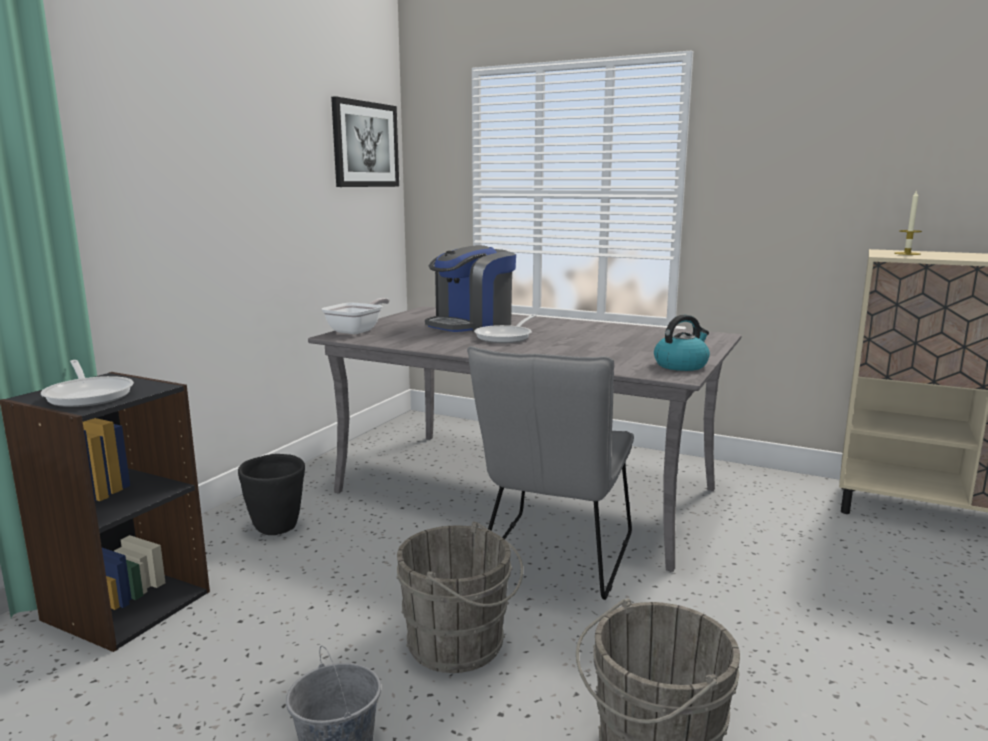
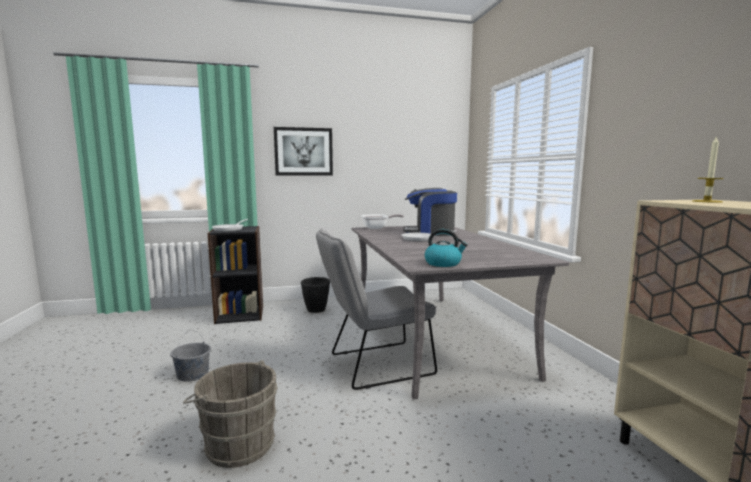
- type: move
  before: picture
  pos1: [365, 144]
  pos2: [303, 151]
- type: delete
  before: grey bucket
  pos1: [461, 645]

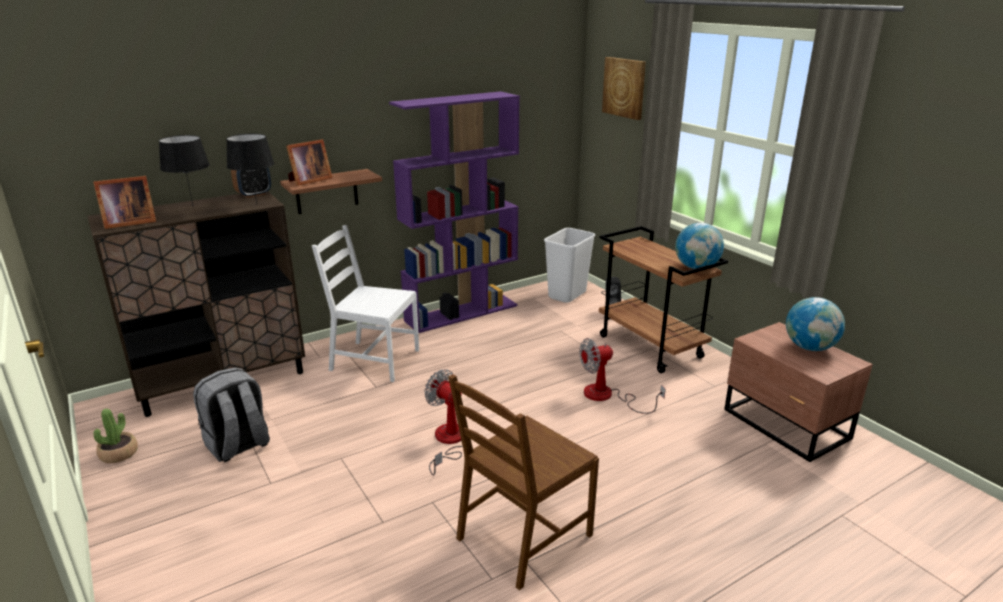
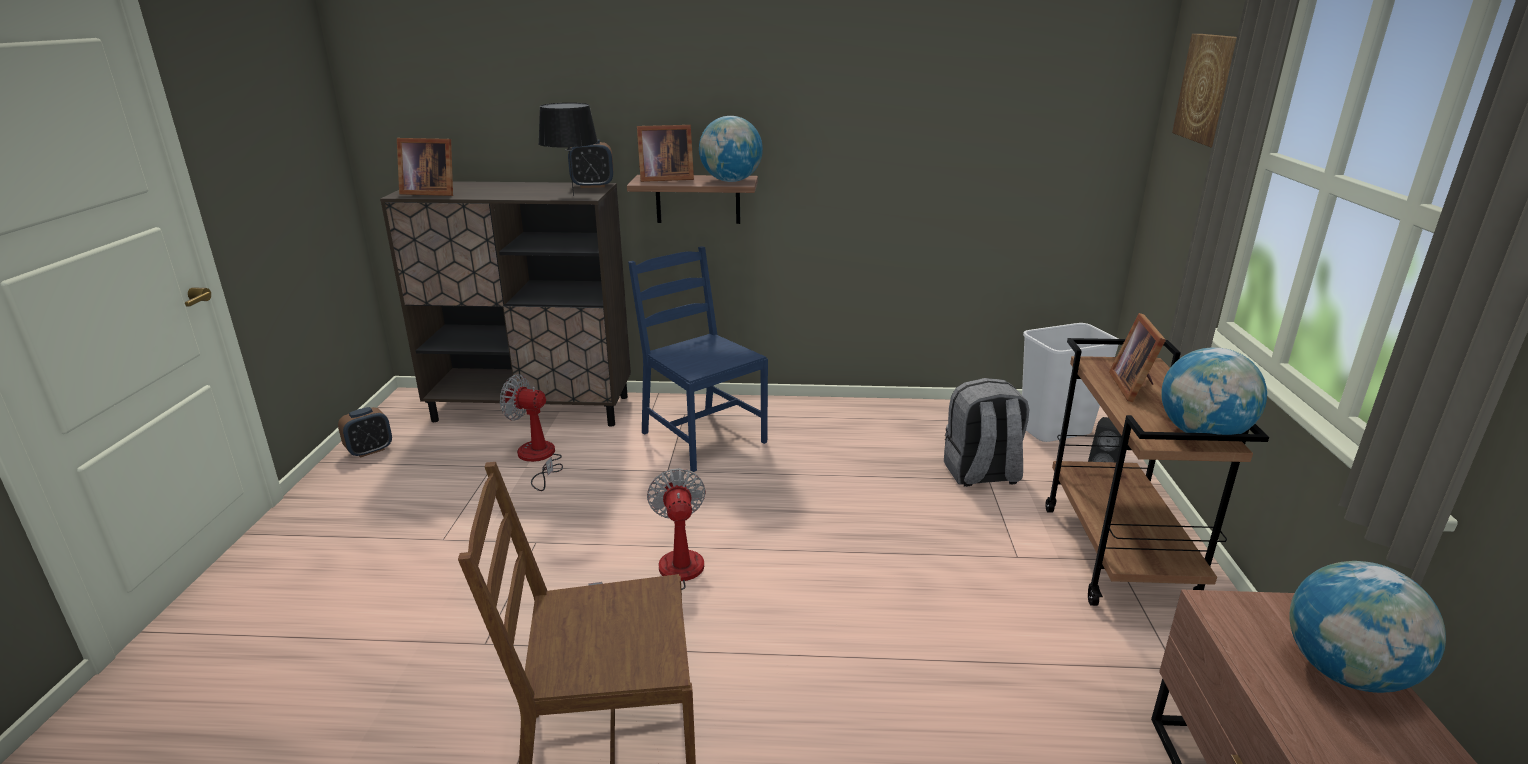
- type: replace
  before: potted plant
  after: alarm clock
  pos1: [119, 454]
  pos2: [370, 450]
- type: delete
  before: black table lamp
  pos1: [193, 206]
- type: move
  before: grey backpack
  pos1: [238, 445]
  pos2: [981, 474]
- type: recolor
  before: white chair
  after: blue chair
  pos1: [373, 360]
  pos2: [701, 437]
- type: delete
  before: purple bookcase
  pos1: [462, 312]
- type: move
  before: fan
  pos1: [607, 396]
  pos2: [538, 459]
- type: insert
  after: globe
  pos2: [731, 181]
- type: insert
  after: picture frame
  pos2: [1134, 386]

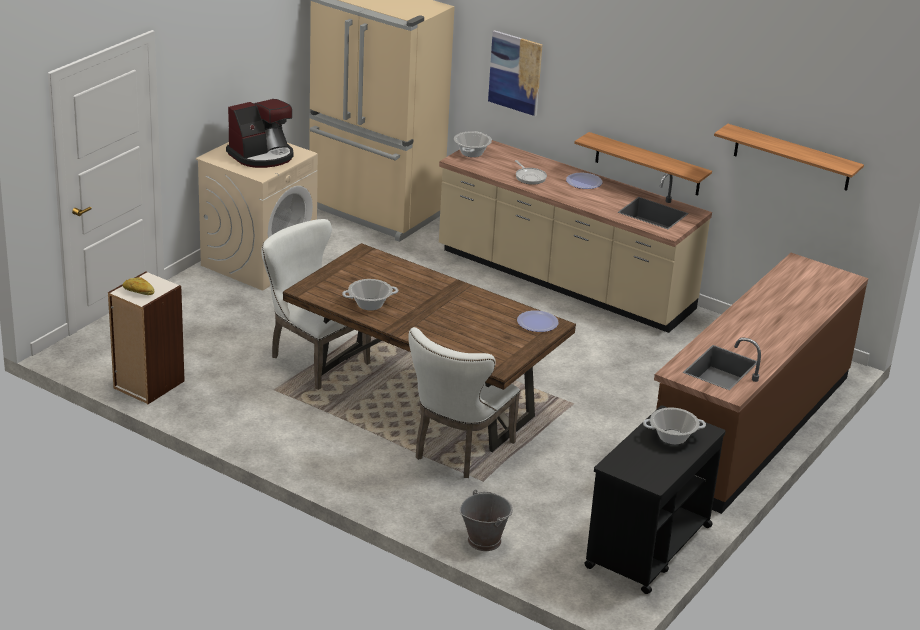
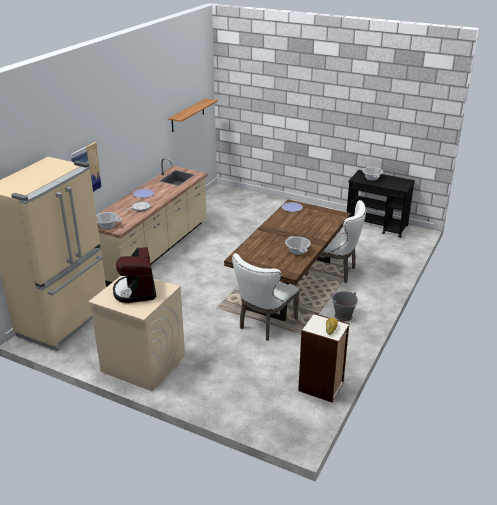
- type: rotate
  before: coffee machine
  pos1: [262, 156]
  pos2: [135, 291]
  turn: -150
- type: move
  before: grey bucket
  pos1: [484, 540]
  pos2: [343, 316]
- type: delete
  before: shelf
  pos1: [647, 164]
- type: delete
  before: brown counter
  pos1: [750, 427]

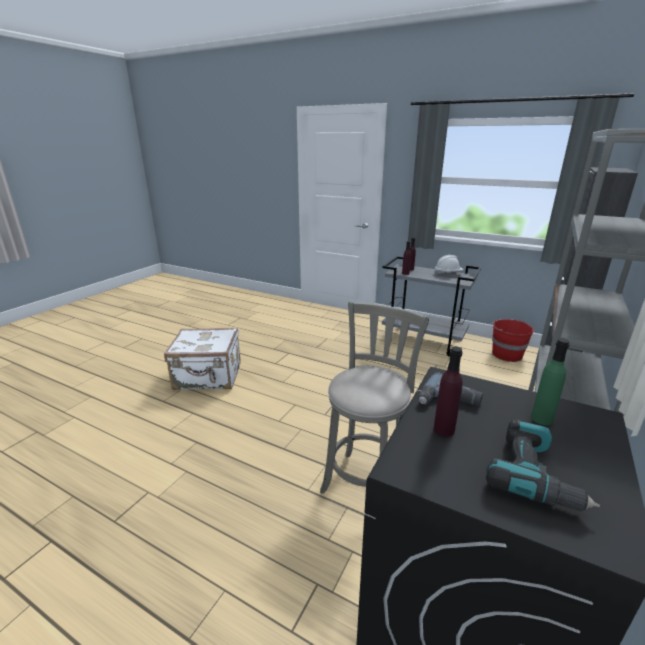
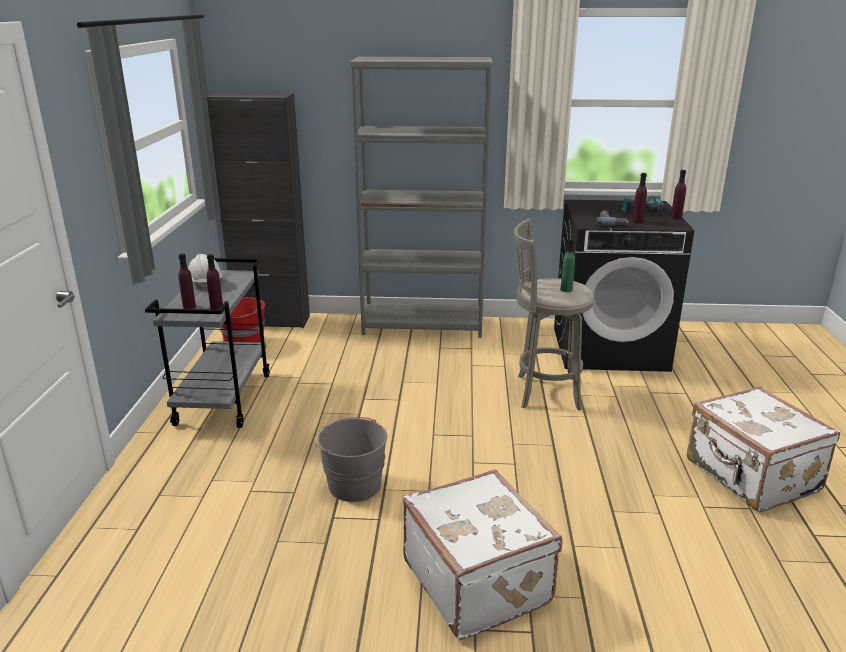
- type: move
  before: green bottle
  pos1: [541, 419]
  pos2: [566, 290]
- type: insert
  after: grey bucket
  pos2: [353, 485]
- type: insert
  after: purple bottle
  pos2: [676, 218]
- type: insert
  after: white suitcase
  pos2: [750, 476]

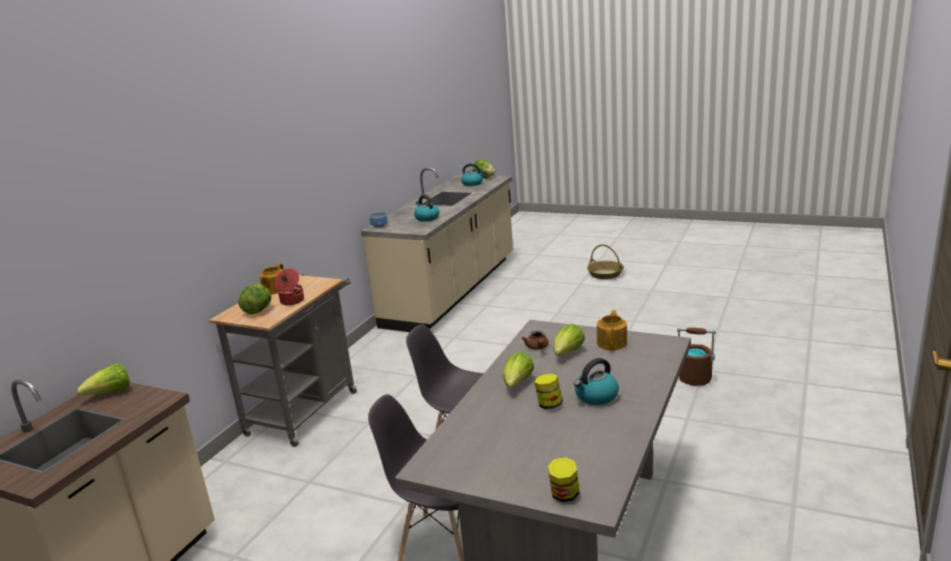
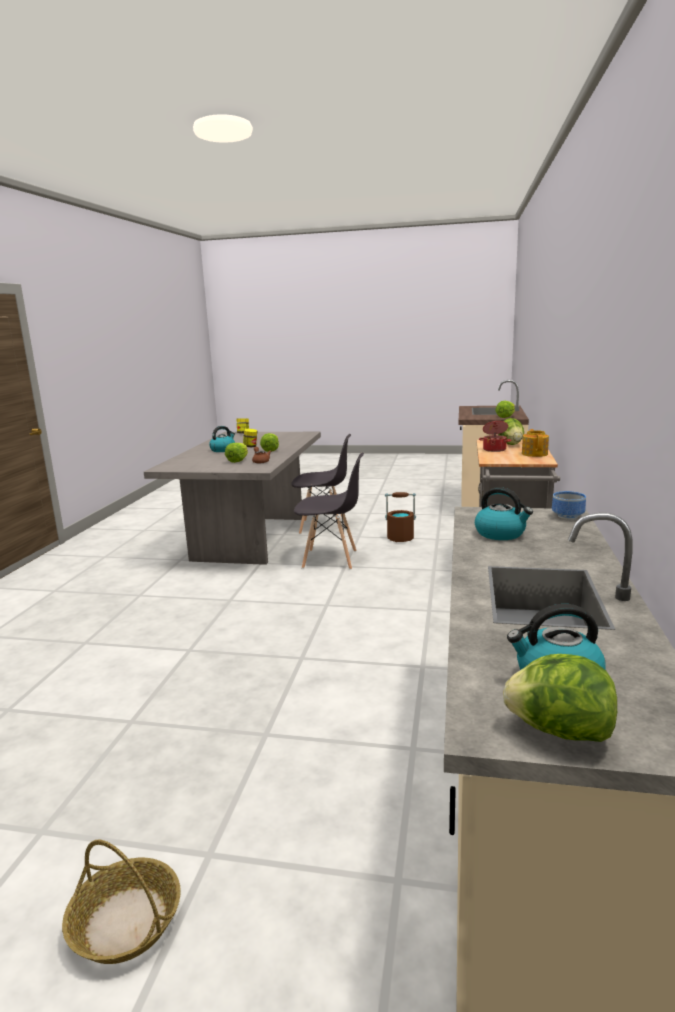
- type: delete
  before: teapot
  pos1: [612, 343]
- type: move
  before: brown bucket
  pos1: [694, 379]
  pos2: [400, 538]

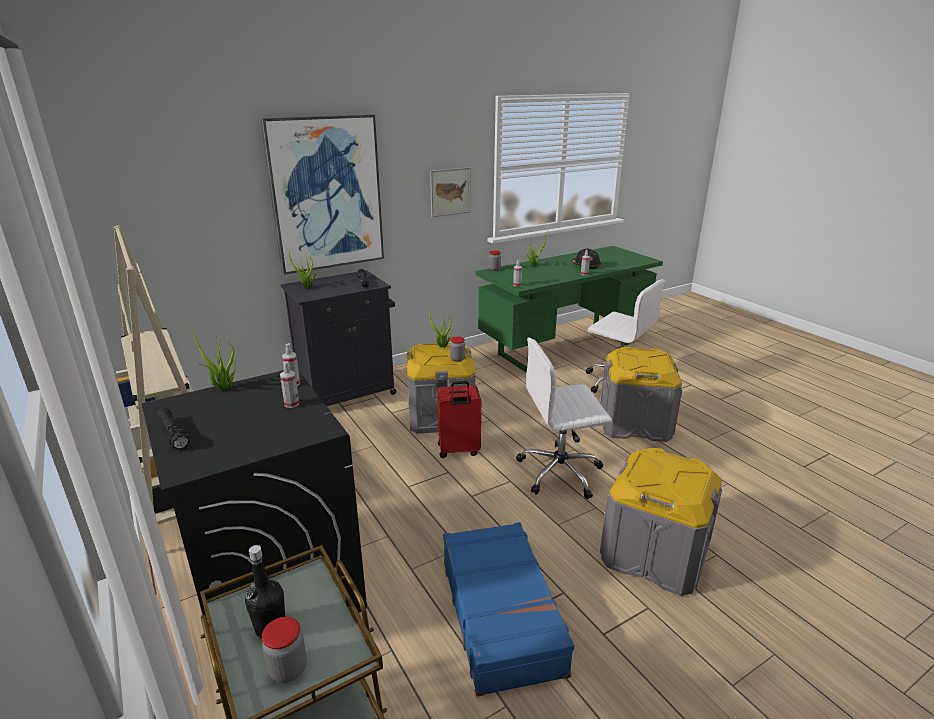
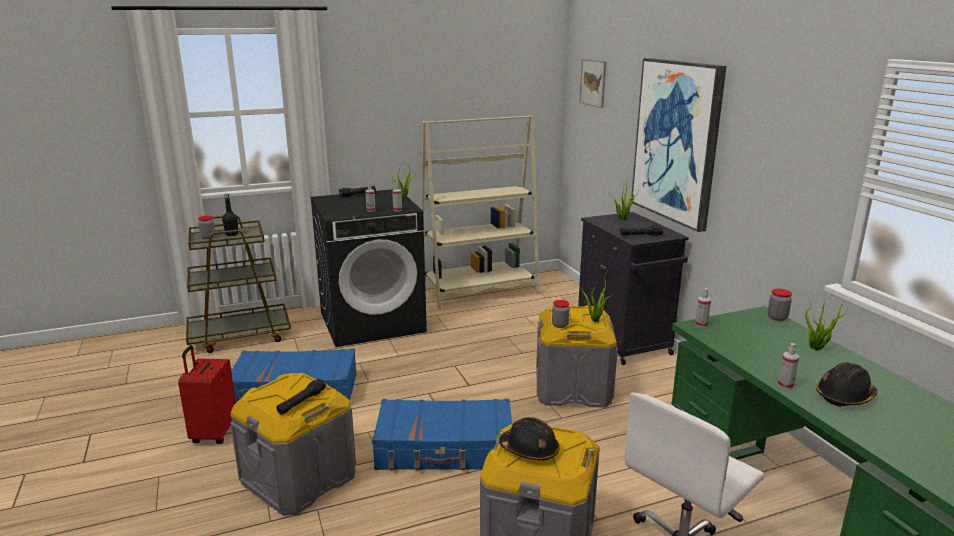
- type: move
  before: picture
  pos1: [450, 192]
  pos2: [593, 82]
- type: move
  before: red suitcase
  pos1: [458, 450]
  pos2: [213, 433]
- type: replace
  before: white office chair
  after: blue suitcase
  pos1: [561, 472]
  pos2: [445, 449]
- type: insert
  after: black flashlight
  pos2: [301, 402]
- type: insert
  after: black hard hat
  pos2: [529, 450]

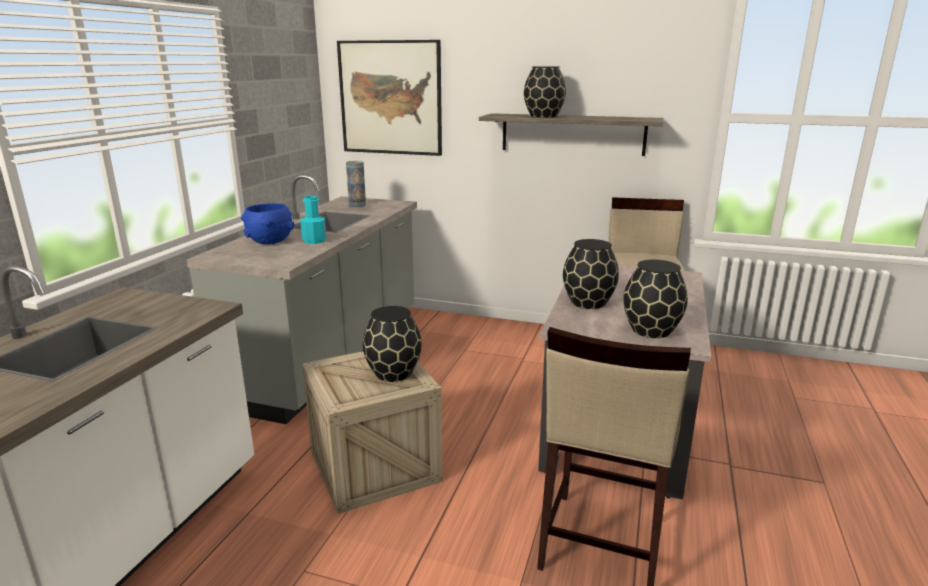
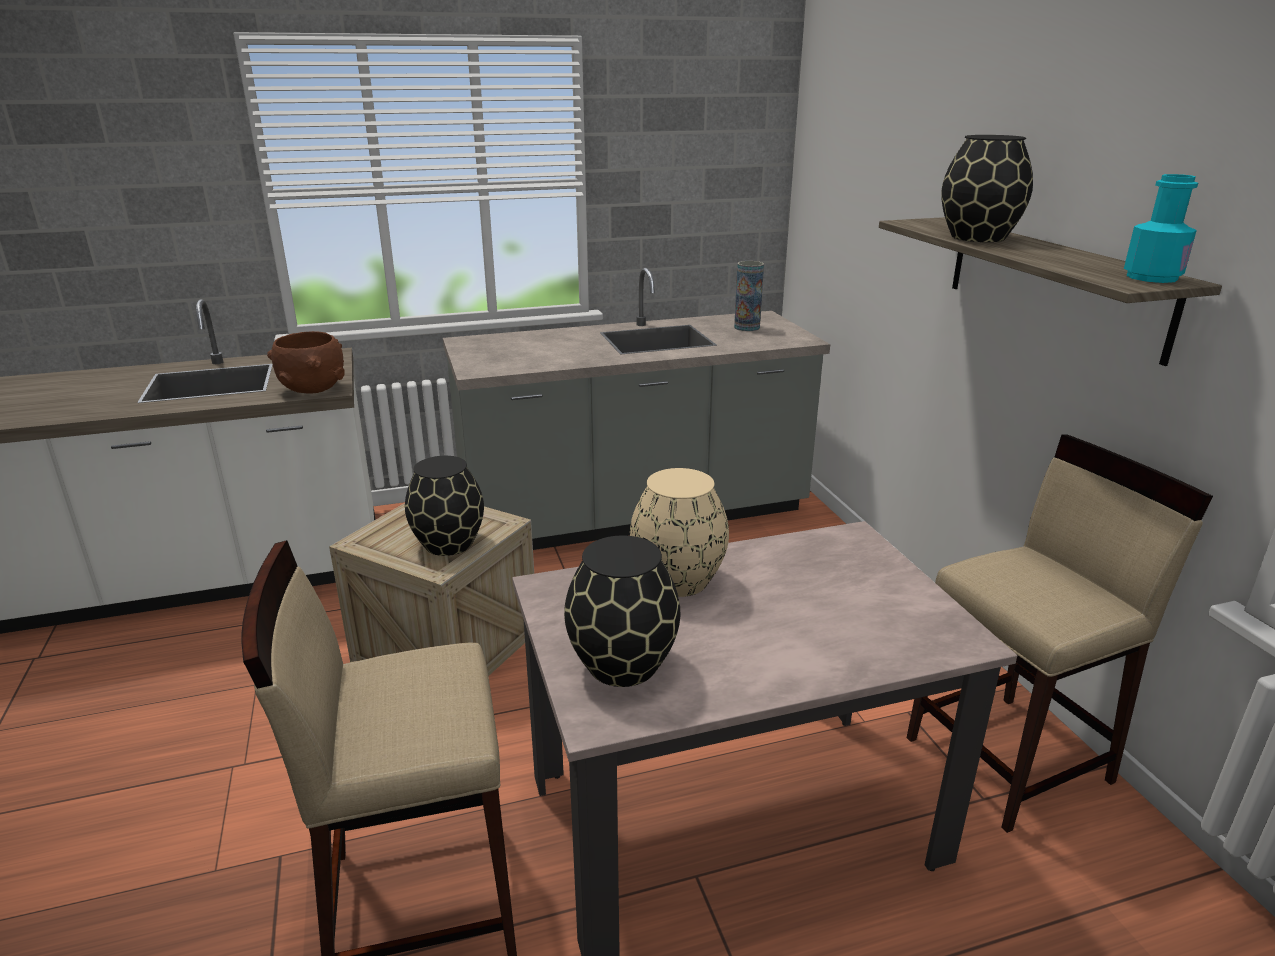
- type: delete
  before: blue bowl
  pos1: [270, 242]
- type: move
  before: turquoise bottle
  pos1: [314, 241]
  pos2: [1152, 277]
- type: delete
  before: picture
  pos1: [390, 98]
- type: recolor
  before: black vase
  after: beige vase
  pos1: [587, 302]
  pos2: [677, 579]
- type: insert
  after: brown bowl
  pos2: [312, 389]

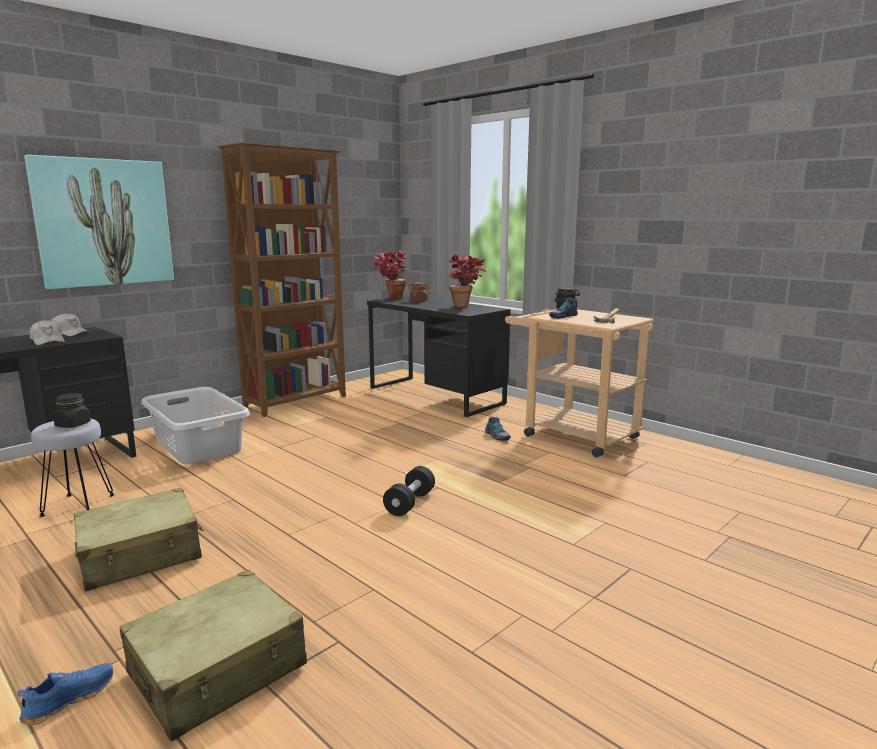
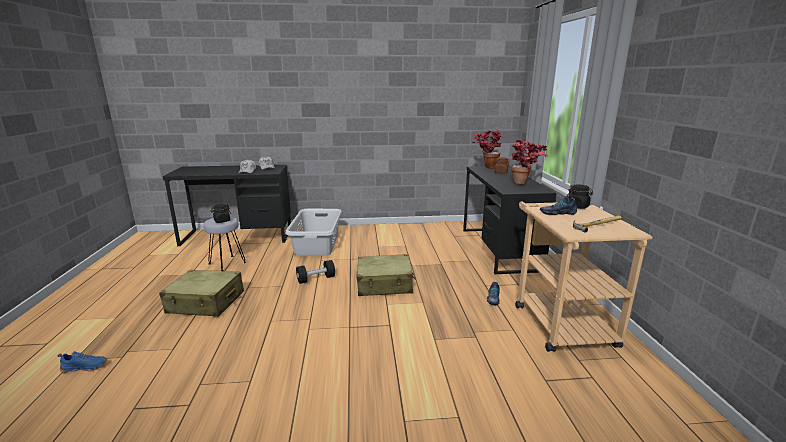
- type: delete
  before: picture
  pos1: [103, 222]
- type: move
  before: beige suitcase
  pos1: [218, 670]
  pos2: [385, 284]
- type: delete
  before: brown bookcase
  pos1: [297, 402]
- type: move
  before: black dumbbell
  pos1: [410, 503]
  pos2: [316, 279]

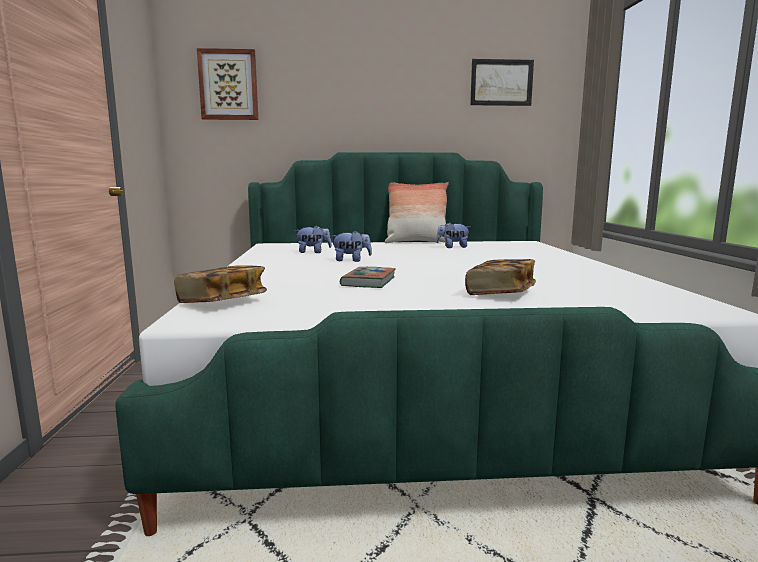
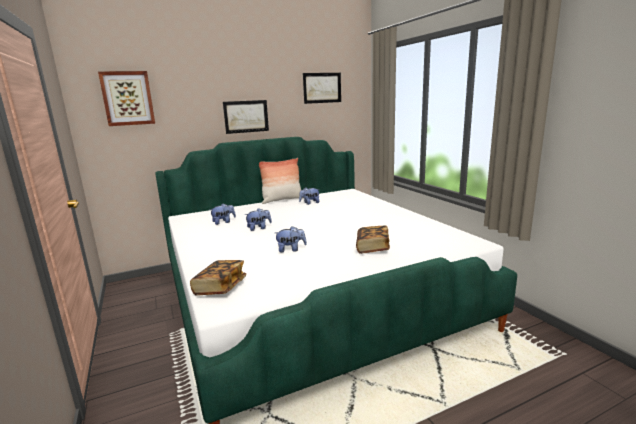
- type: replace
  before: book
  after: plush toy
  pos1: [369, 282]
  pos2: [291, 249]
- type: insert
  after: picture
  pos2: [246, 116]

